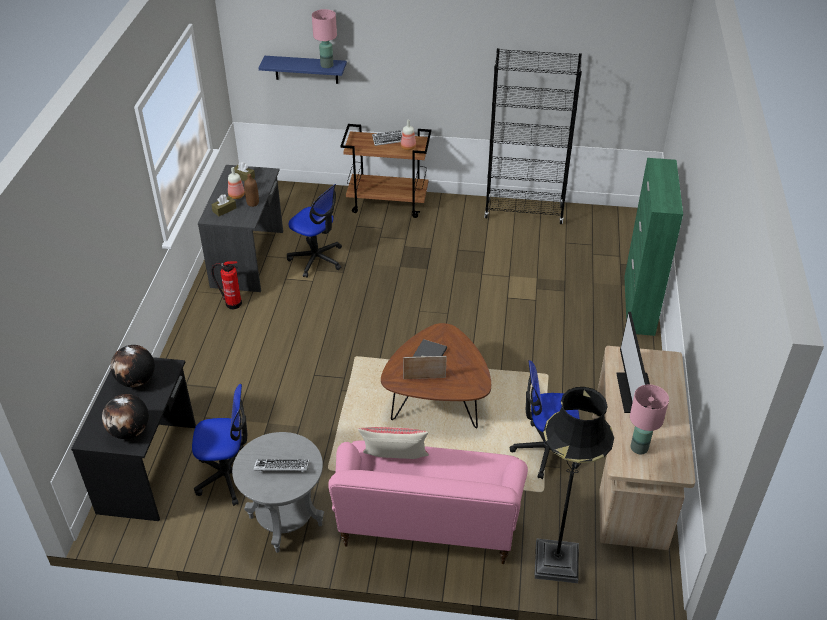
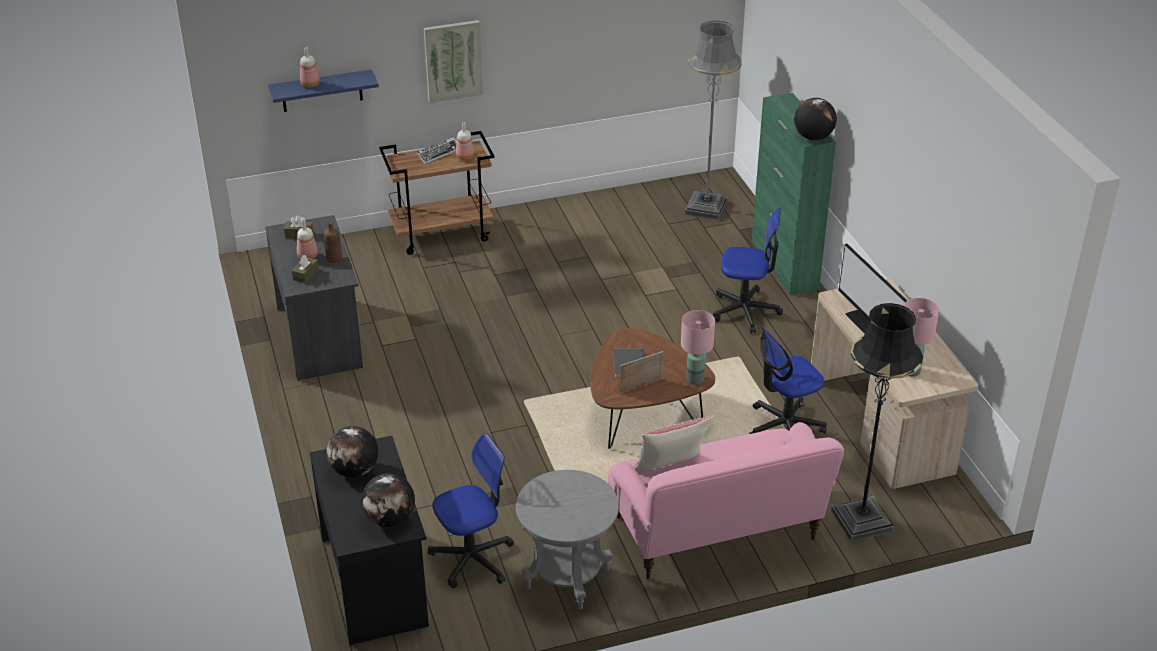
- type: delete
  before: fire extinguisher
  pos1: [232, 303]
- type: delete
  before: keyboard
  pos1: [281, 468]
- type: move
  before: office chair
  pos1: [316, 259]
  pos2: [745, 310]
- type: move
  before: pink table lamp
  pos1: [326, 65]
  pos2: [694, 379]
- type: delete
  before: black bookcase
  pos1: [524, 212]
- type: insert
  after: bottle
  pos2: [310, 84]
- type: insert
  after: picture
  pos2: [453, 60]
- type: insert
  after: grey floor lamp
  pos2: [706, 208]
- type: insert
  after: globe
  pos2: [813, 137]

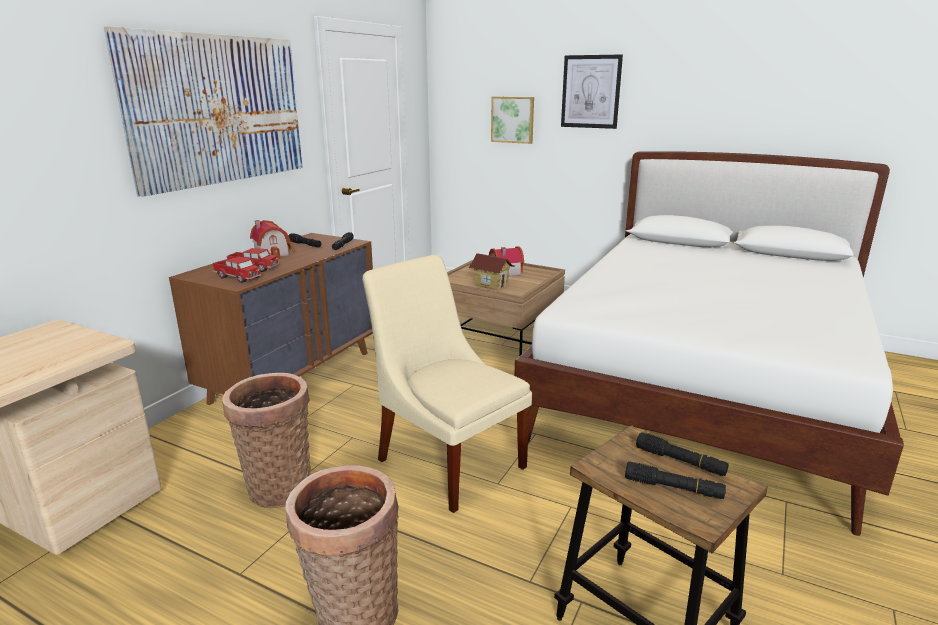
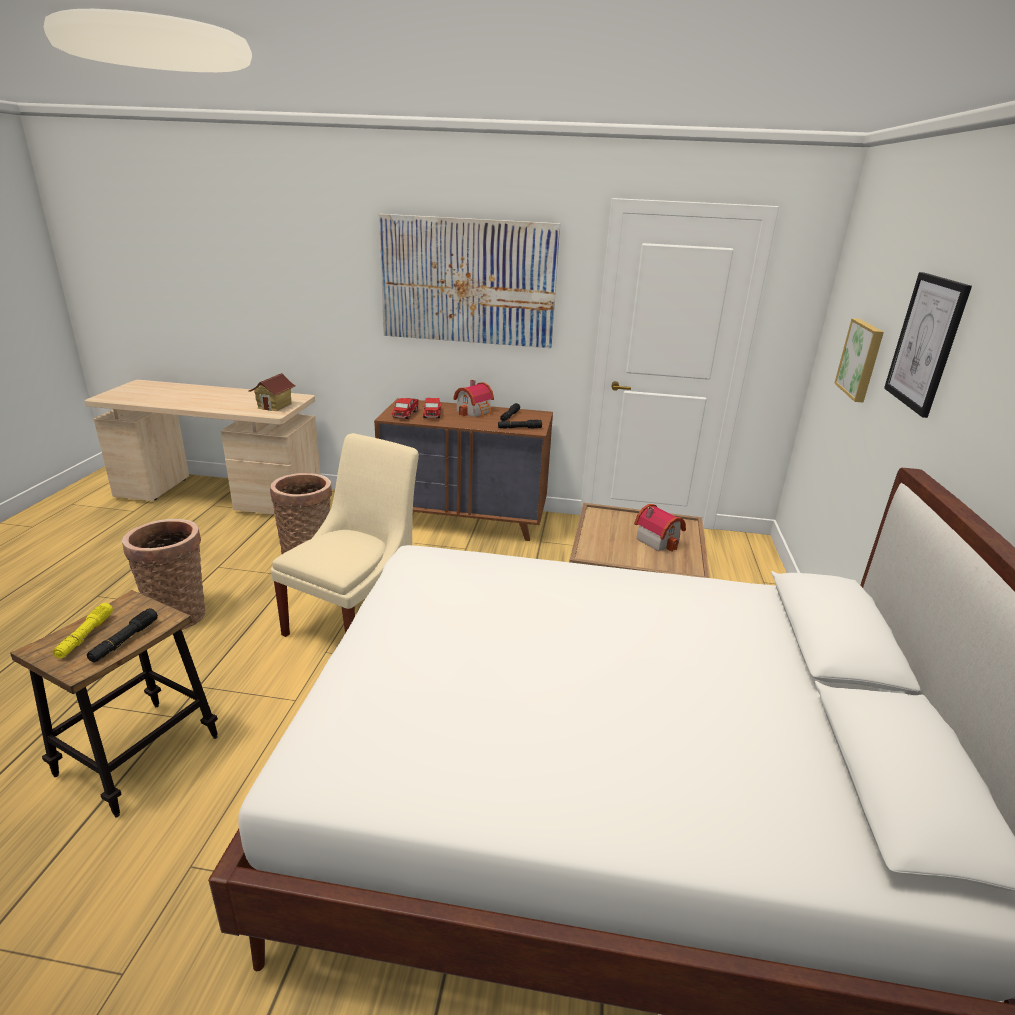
- type: move
  before: toy house
  pos1: [491, 284]
  pos2: [275, 406]
- type: recolor
  before: black flashlight
  after: yellow flashlight
  pos1: [673, 488]
  pos2: [85, 636]

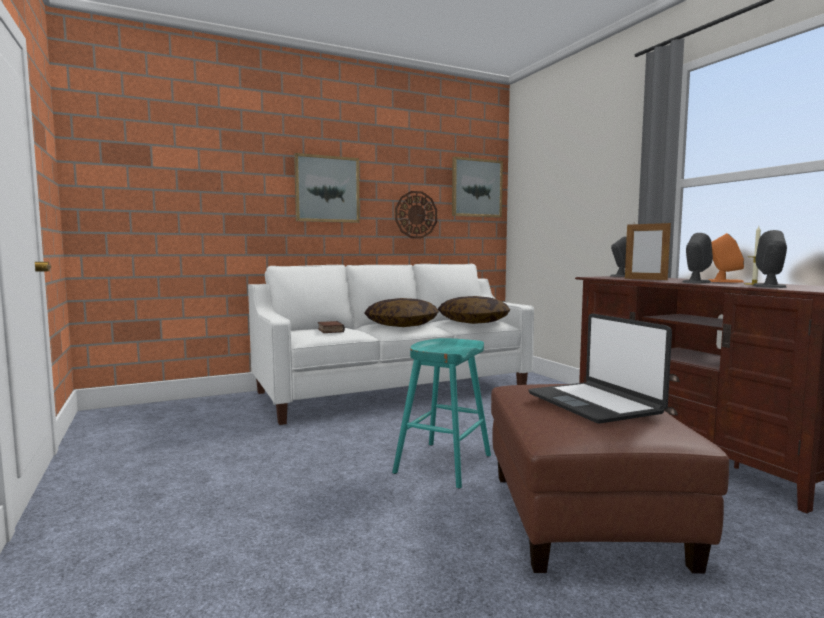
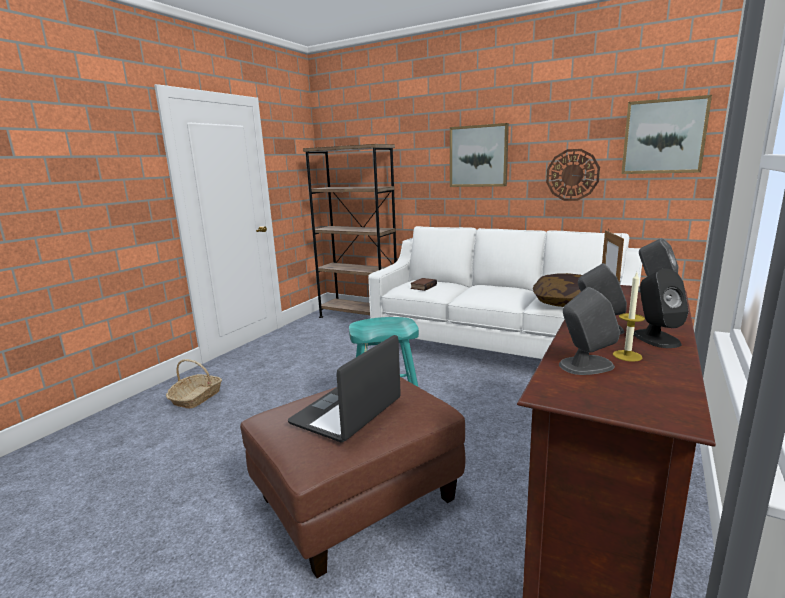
- type: delete
  before: pillow
  pos1: [402, 325]
- type: recolor
  before: orange speaker
  after: black speaker
  pos1: [724, 281]
  pos2: [656, 338]
- type: insert
  after: basket
  pos2: [196, 397]
- type: insert
  after: brown bookcase
  pos2: [358, 317]

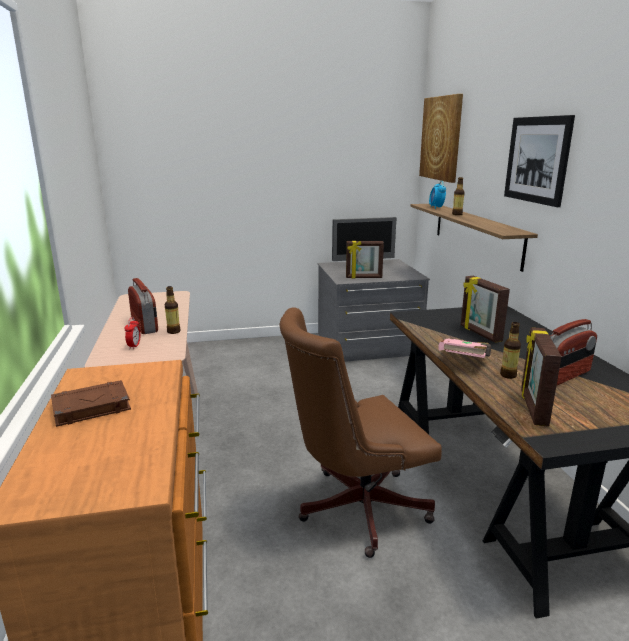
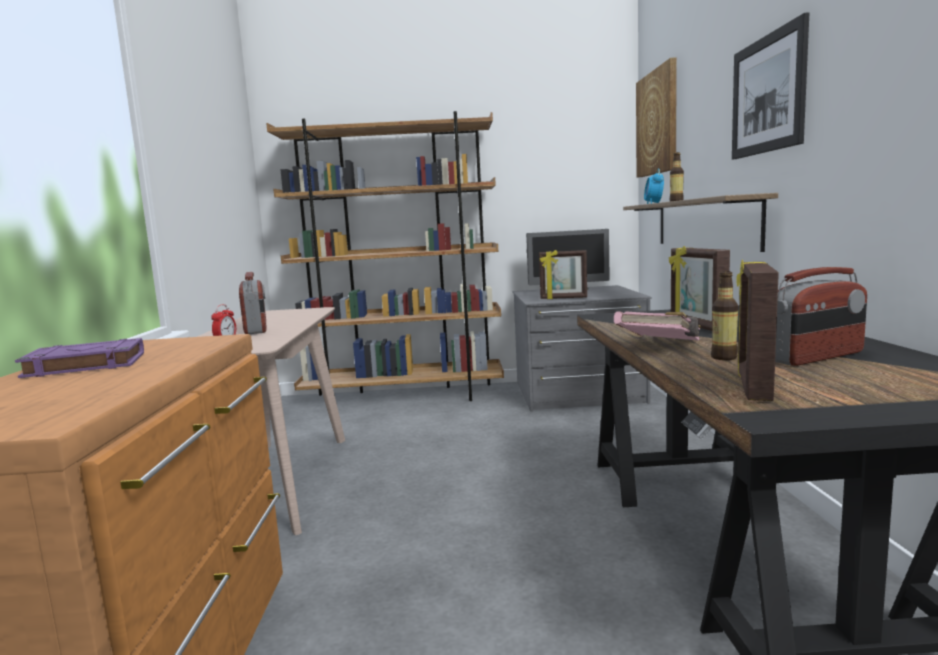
- type: recolor
  before: brown book
  after: purple book
  pos1: [90, 408]
  pos2: [84, 365]
- type: delete
  before: bottle
  pos1: [173, 331]
- type: delete
  before: brown office chair
  pos1: [354, 508]
- type: insert
  after: brown bookcase
  pos2: [404, 397]

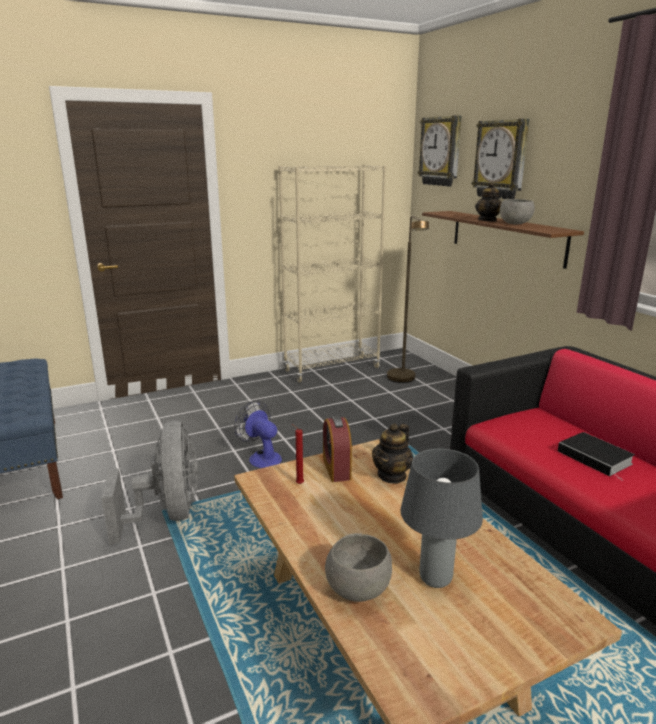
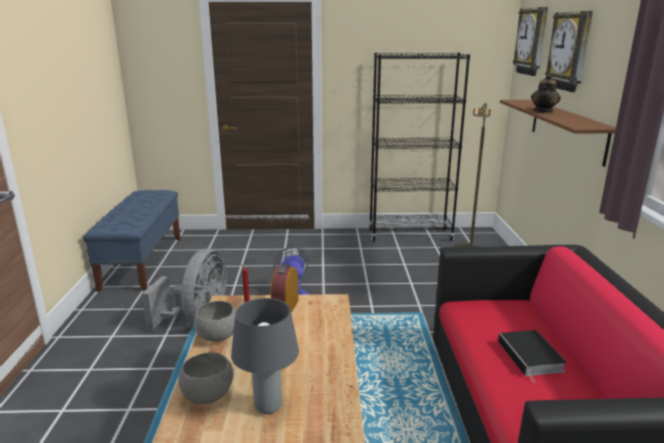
- type: recolor
  before: beige bookcase
  after: black bookcase
  pos1: [332, 369]
  pos2: [410, 235]
- type: delete
  before: teapot
  pos1: [392, 475]
- type: move
  before: grey bowl
  pos1: [515, 224]
  pos2: [218, 336]

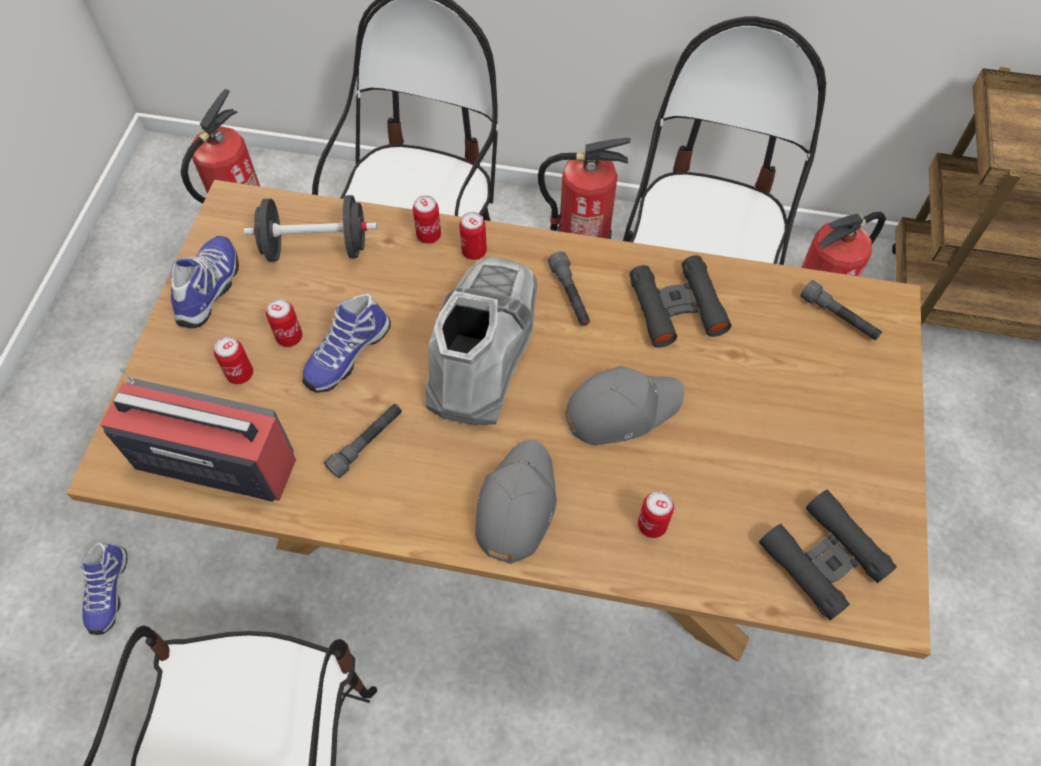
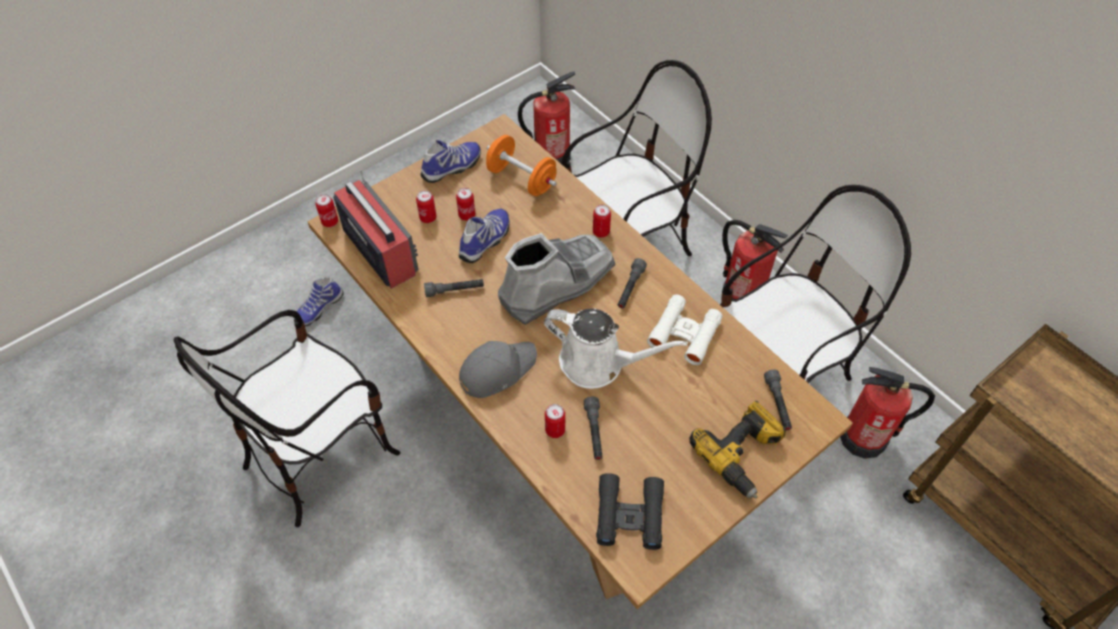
- type: recolor
  before: black dumbbell
  after: orange dumbbell
  pos1: [316, 248]
  pos2: [521, 179]
- type: rotate
  before: shoe
  pos1: [346, 353]
  pos2: [486, 241]
  turn: 135
- type: move
  before: can
  pos1: [429, 235]
  pos2: [330, 222]
- type: replace
  before: grey cap
  after: white watering can
  pos1: [621, 408]
  pos2: [598, 363]
- type: recolor
  before: black binoculars
  after: white binoculars
  pos1: [676, 307]
  pos2: [684, 333]
- type: insert
  after: grey flashlight
  pos2: [594, 432]
- type: insert
  after: power drill
  pos2: [742, 454]

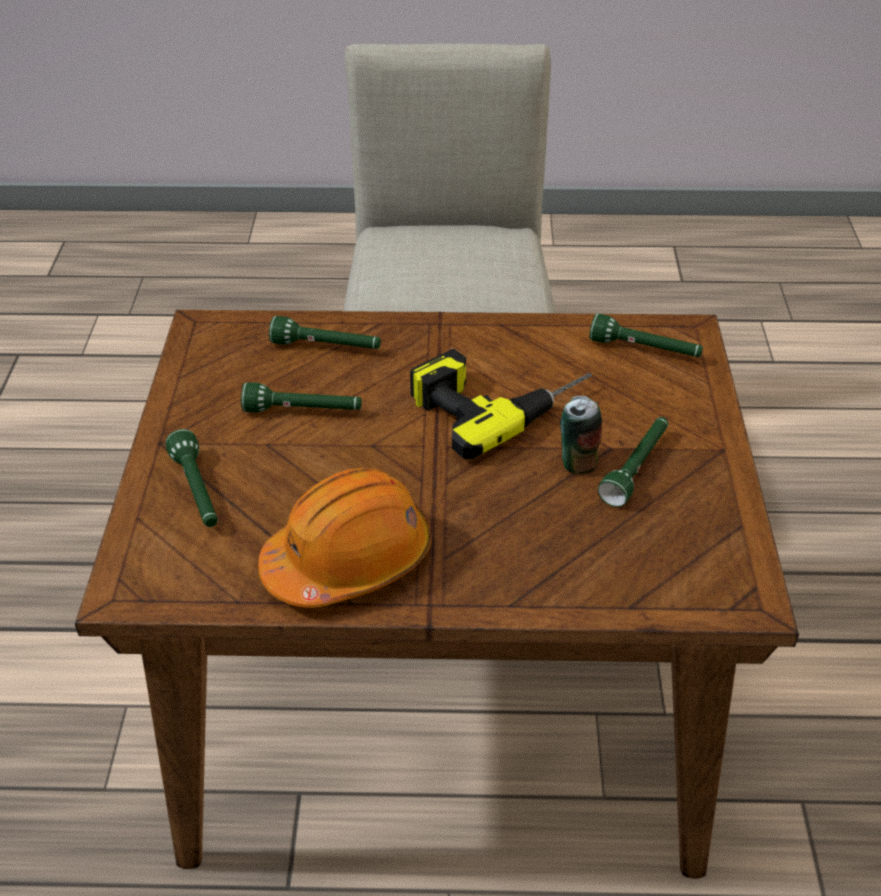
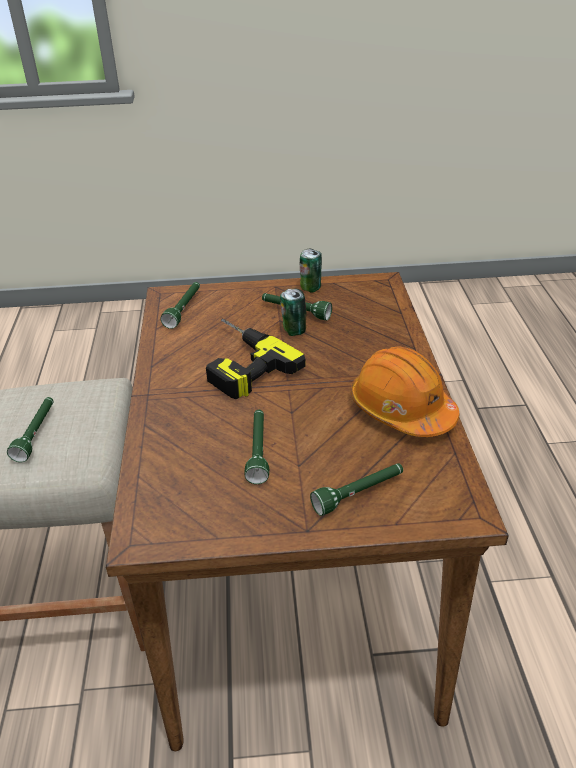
- type: move
  before: green flashlight
  pos1: [327, 347]
  pos2: [36, 434]
- type: insert
  after: can
  pos2: [310, 288]

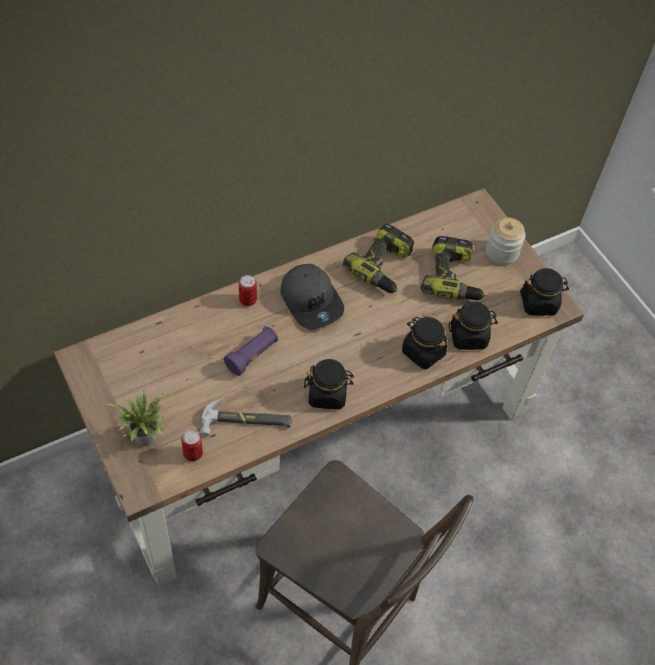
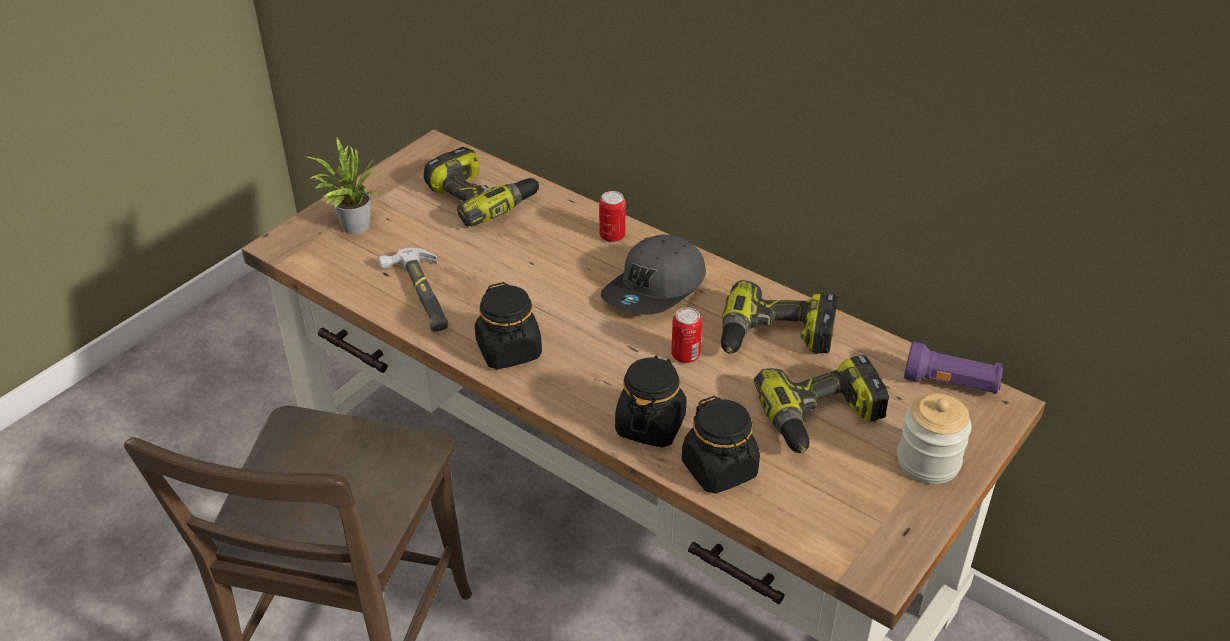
- type: move
  before: can
  pos1: [193, 453]
  pos2: [685, 355]
- type: move
  before: purple flashlight
  pos1: [252, 356]
  pos2: [950, 384]
- type: delete
  before: black jar
  pos1: [539, 303]
- type: insert
  after: power drill
  pos2: [482, 198]

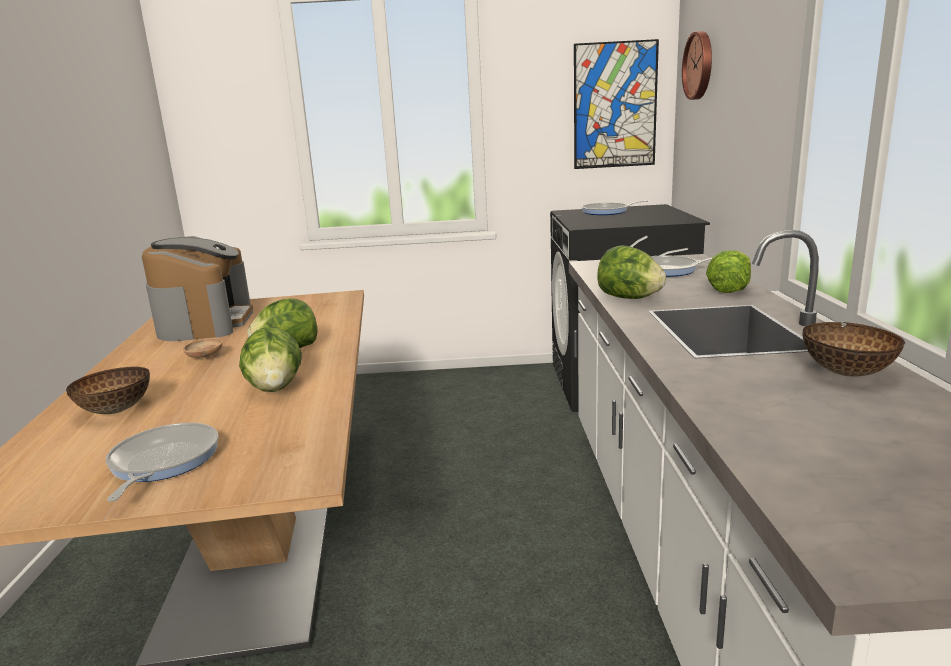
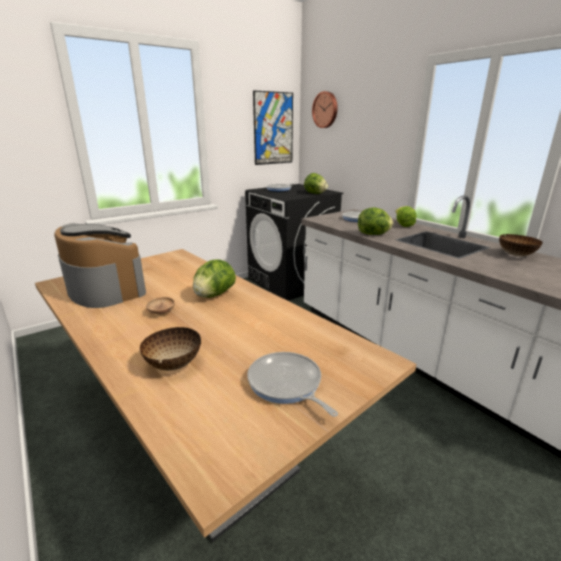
- type: move
  before: lettuce
  pos1: [275, 388]
  pos2: [315, 193]

